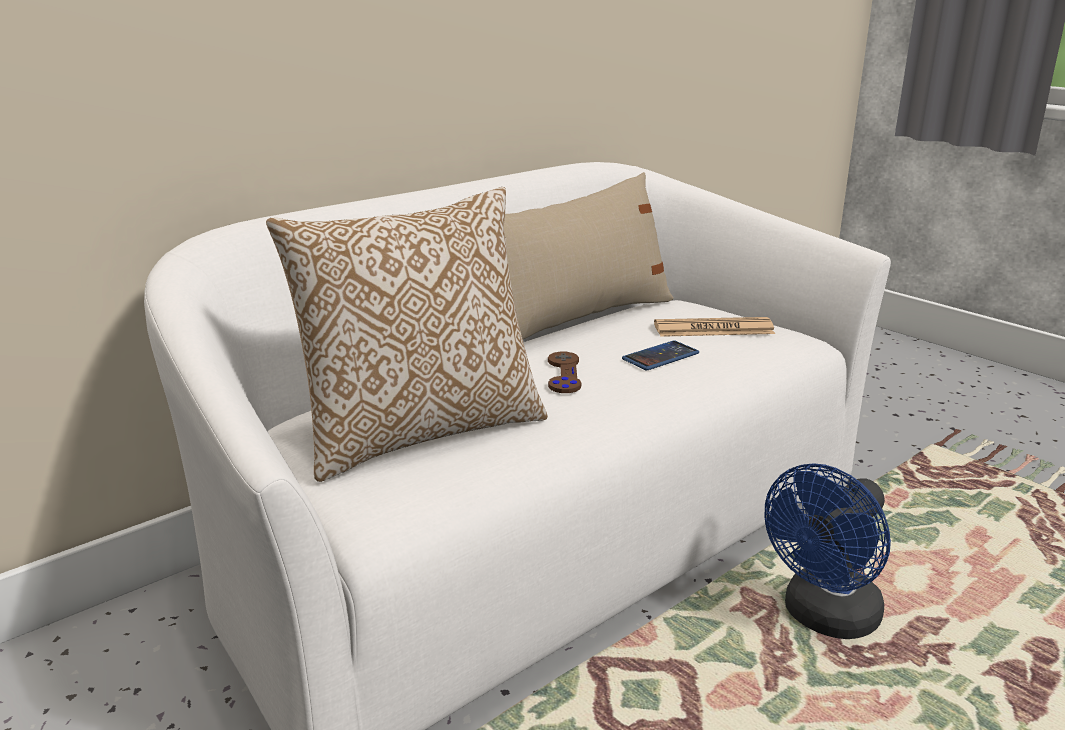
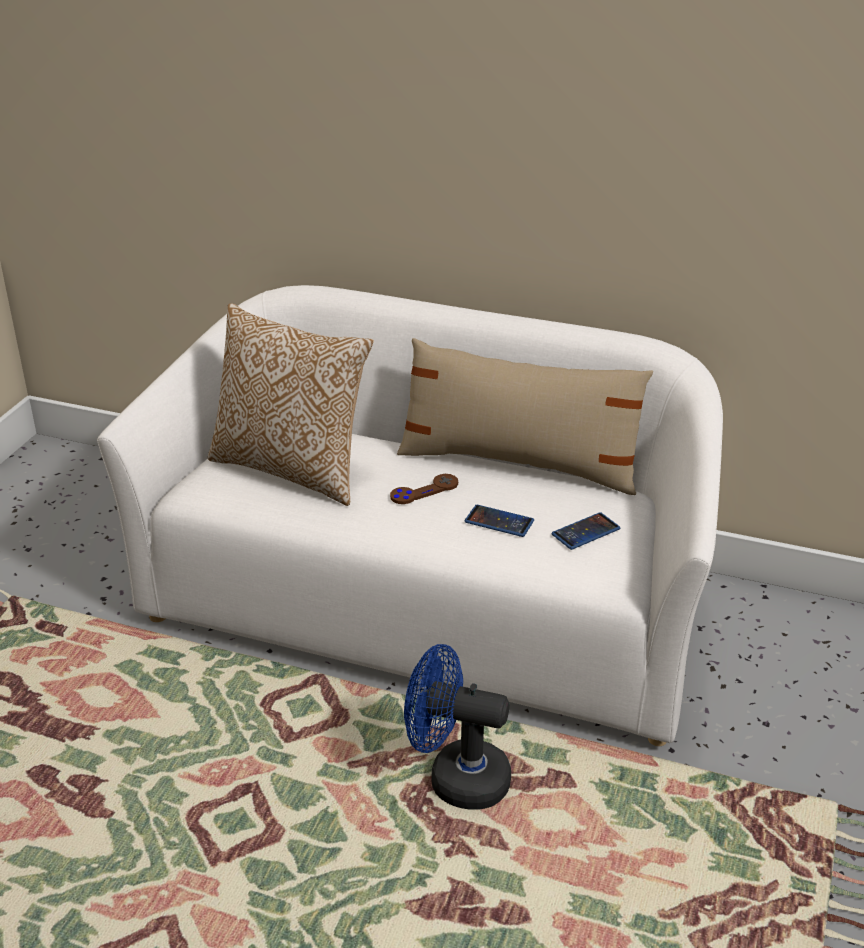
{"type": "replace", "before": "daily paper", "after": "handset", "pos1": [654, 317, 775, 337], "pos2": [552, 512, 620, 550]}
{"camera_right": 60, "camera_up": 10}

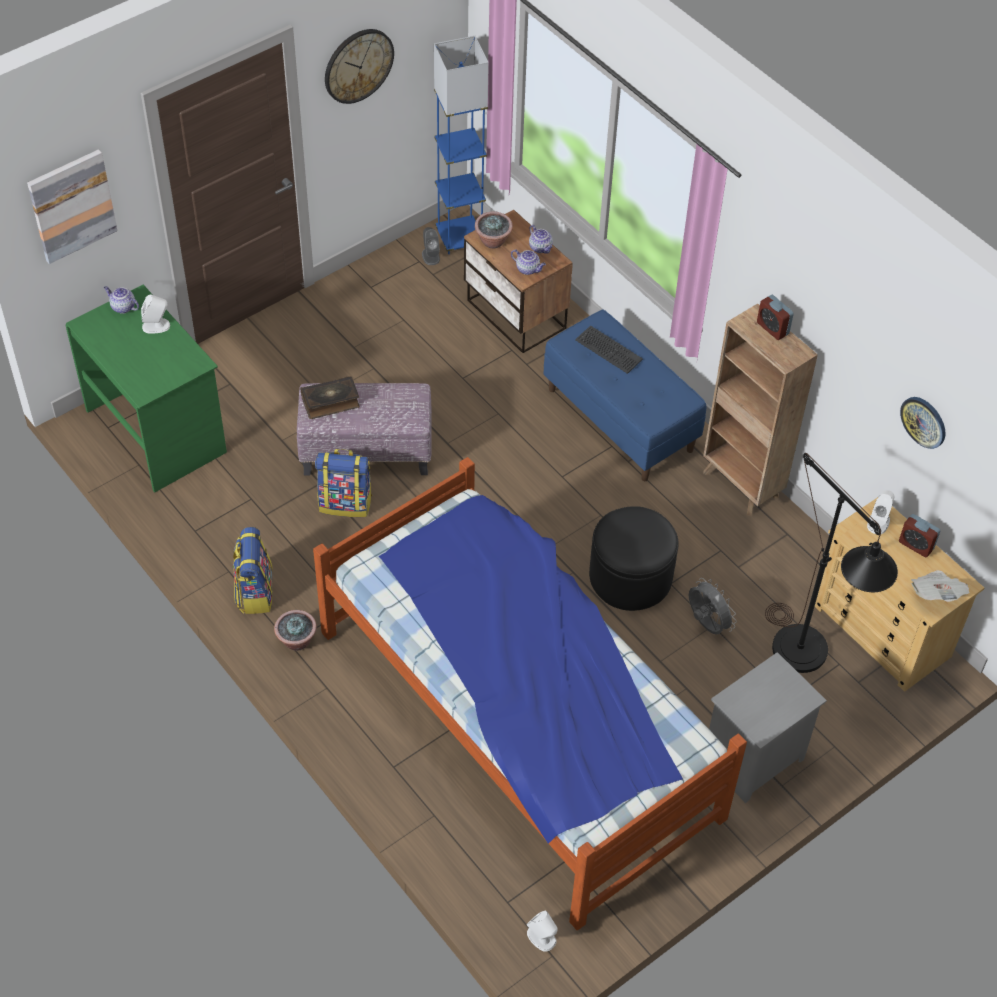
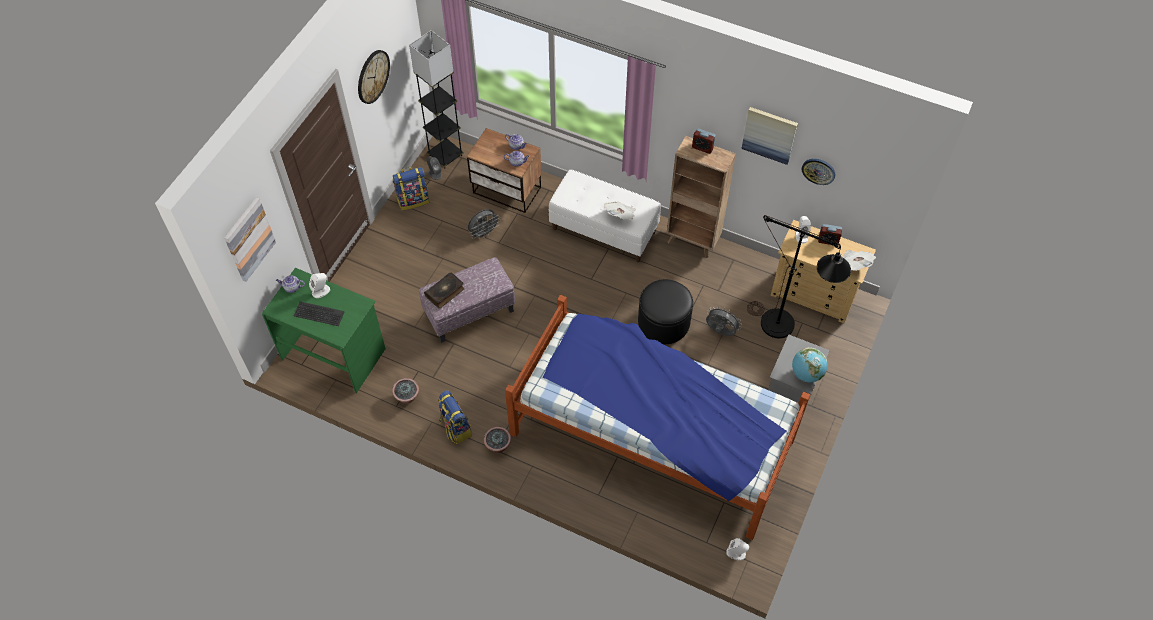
{"type": "recolor", "before": "floor lamp (blue-coloured)", "after": "floor lamp (black)", "pos1": [434, 36, 489, 254], "pos2": [409, 30, 464, 168]}
{"type": "move", "before": "plant in a pot", "pos1": [475, 211, 513, 249], "pos2": [392, 378, 419, 404]}
{"type": "recolor", "before": "indoor bench (blue-coloured)", "after": "indoor bench (whitish)", "pos1": [544, 310, 706, 481], "pos2": [549, 169, 661, 262]}
{"type": "move", "before": "computer keyboard", "pos1": [575, 326, 643, 374], "pos2": [294, 301, 345, 326]}
{"type": "move", "before": "knapsack", "pos1": [315, 449, 372, 517], "pos2": [393, 167, 429, 210]}
{"type": "insert", "after": "picture", "pos2": [741, 107, 798, 165]}
{"type": "insert", "after": "daily paper", "pos2": [604, 201, 636, 219]}
{"type": "insert", "after": "electric fan (gray)", "pos2": [468, 209, 501, 240]}
{"type": "insert", "after": "globe", "pos2": [792, 347, 827, 382]}
{"camera_right": -25, "camera_up": 5}

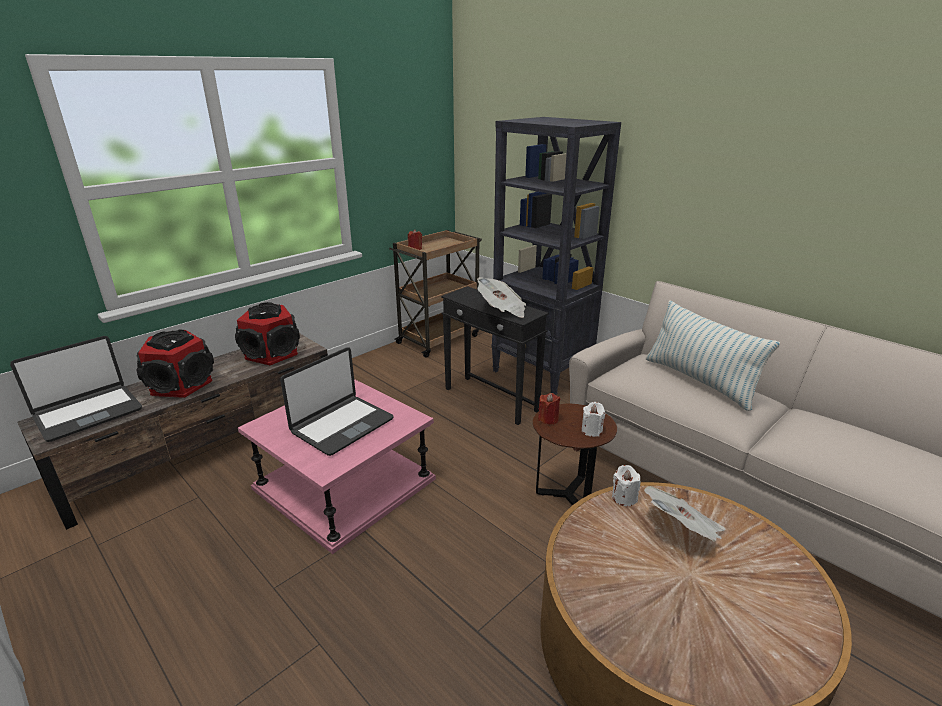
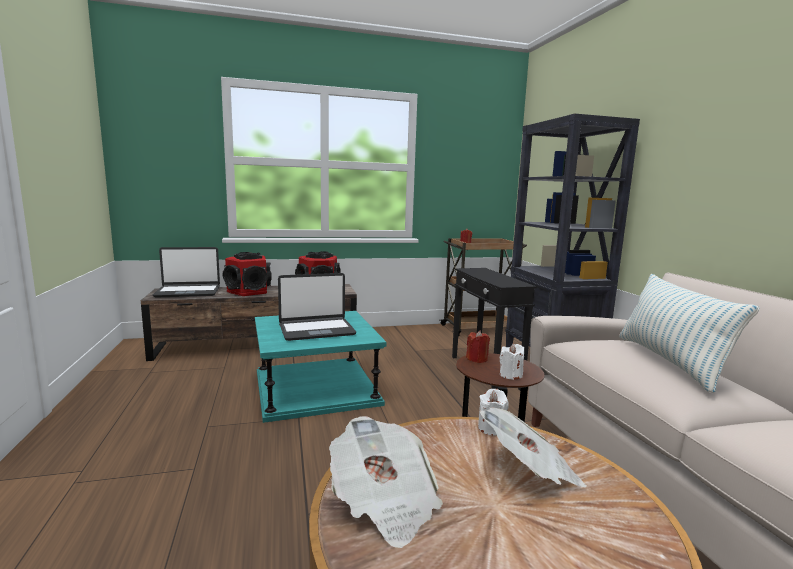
{"type": "move", "before": "daily paper", "pos1": [477, 277, 526, 318], "pos2": [329, 416, 443, 548]}
{"type": "recolor", "before": "end table (pink-coloured)", "after": "end table (turquoise)", "pos1": [238, 379, 436, 554], "pos2": [255, 311, 386, 423]}
{"camera_right": 30, "camera_up": -15}

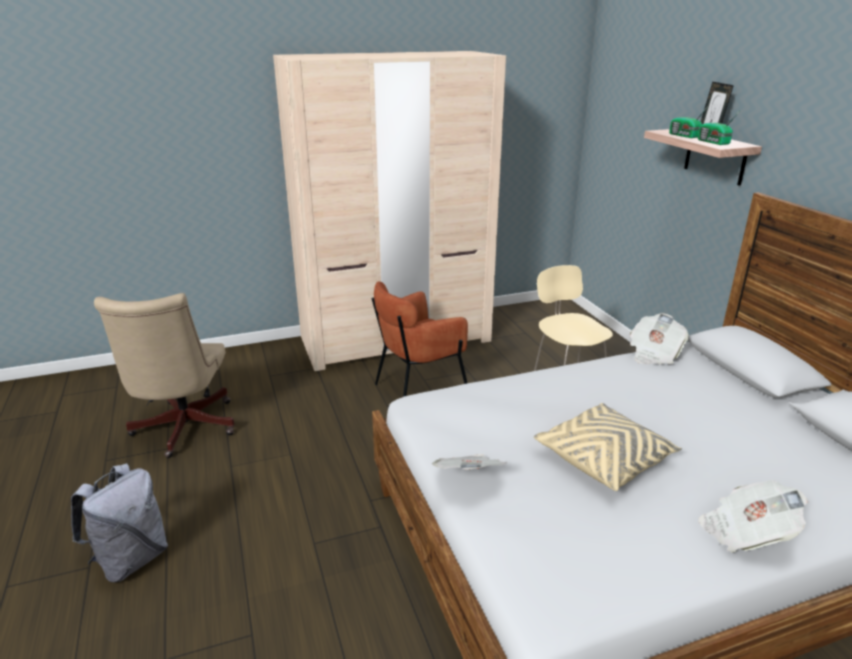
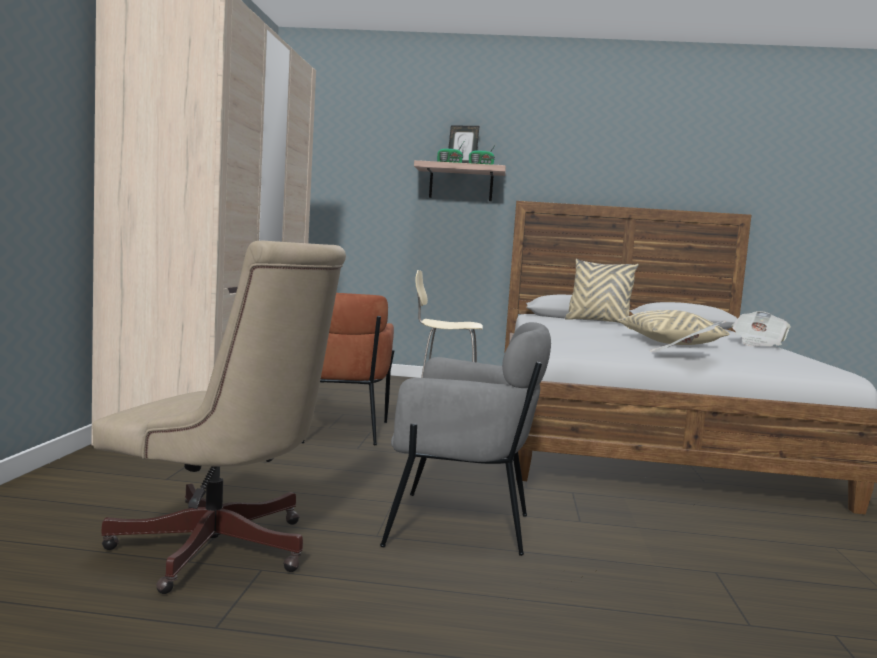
{"type": "delete", "before": "daily paper", "pos1": [630, 313, 689, 365]}
{"type": "delete", "before": "knapsack (gray)", "pos1": [71, 463, 168, 583]}
{"type": "insert", "after": "cushion (beige)", "pos2": [565, 259, 639, 323]}
{"type": "insert", "after": "armchair (gray)", "pos2": [380, 322, 551, 556]}
{"camera_right": -65, "camera_up": -20}

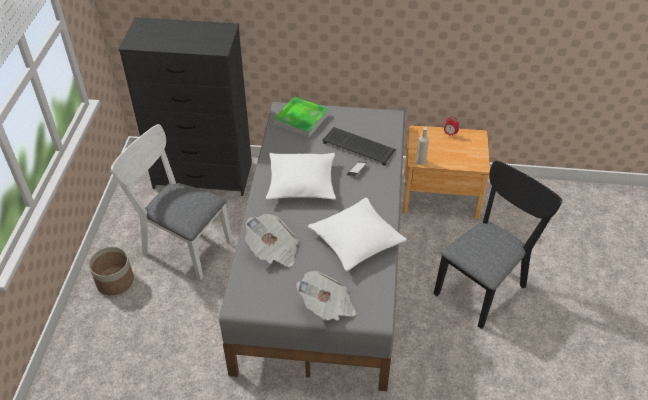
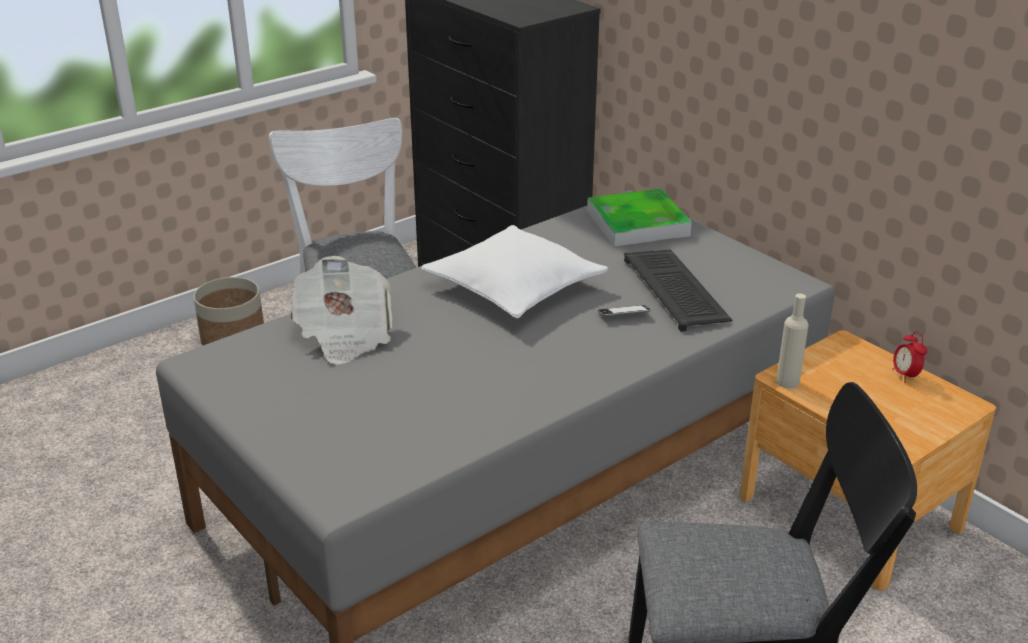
{"type": "delete", "before": "cushion (whitish)", "pos1": [308, 197, 407, 271]}
{"type": "delete", "before": "daily paper", "pos1": [296, 271, 356, 321]}
{"camera_right": 45, "camera_up": -15}

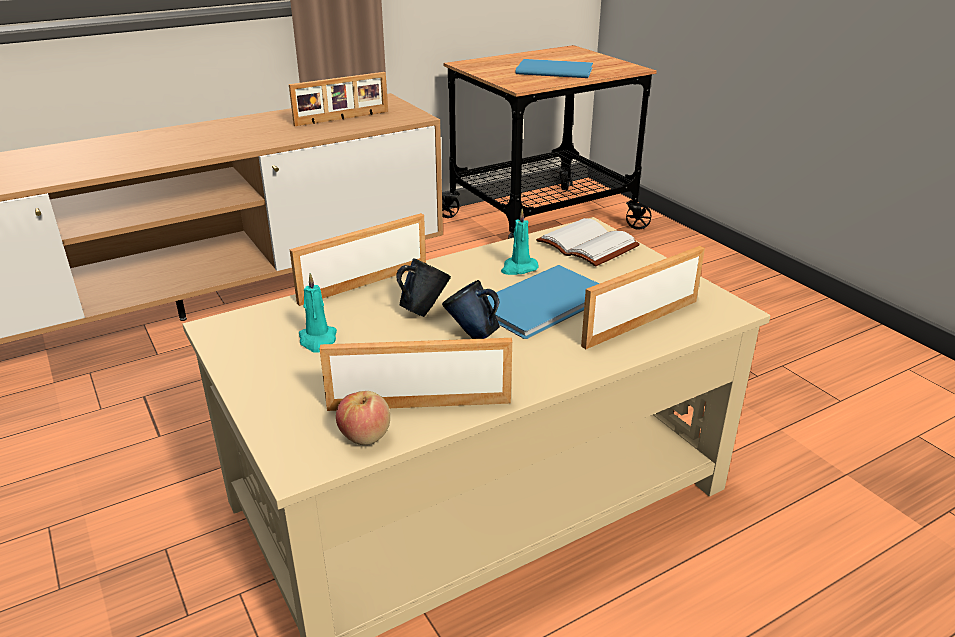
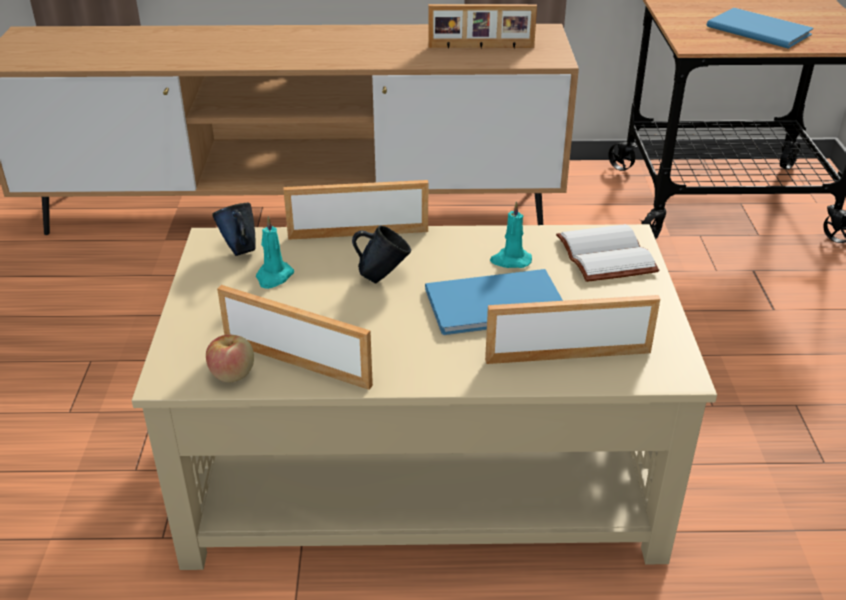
{"type": "move", "before": "mug (blue-coloured)", "pos1": [442, 280, 500, 339], "pos2": [212, 203, 256, 256]}
{"camera_right": 30, "camera_up": 5}

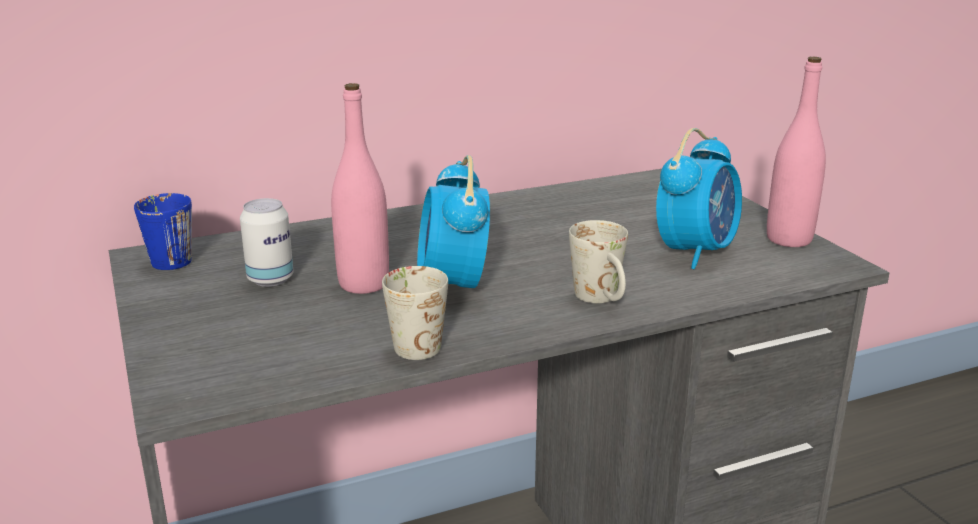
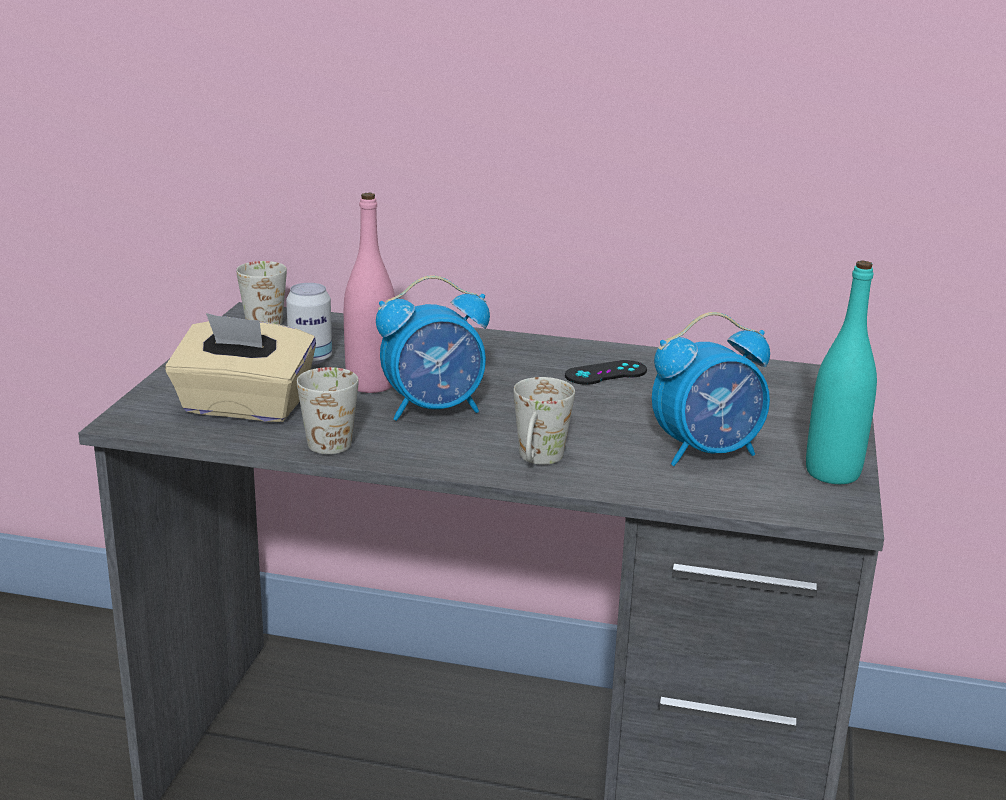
{"type": "recolor", "before": "bottle (pink-coloured)", "after": "bottle (turquoise)", "pos1": [767, 57, 826, 247], "pos2": [806, 260, 877, 484]}
{"type": "rotate", "before": "bedside clock", "pos1": [417, 155, 490, 288], "pos2": [376, 275, 490, 421], "turn": -135}
{"type": "recolor", "before": "mug (blue-coloured)", "after": "mug (whitish)", "pos1": [134, 193, 192, 270], "pos2": [236, 261, 287, 325]}
{"type": "insert", "after": "tissue holder (beige)", "pos2": [165, 313, 316, 422]}
{"type": "insert", "after": "gamepad (black)", "pos2": [565, 360, 647, 385]}
{"camera_right": 35, "camera_up": 0}

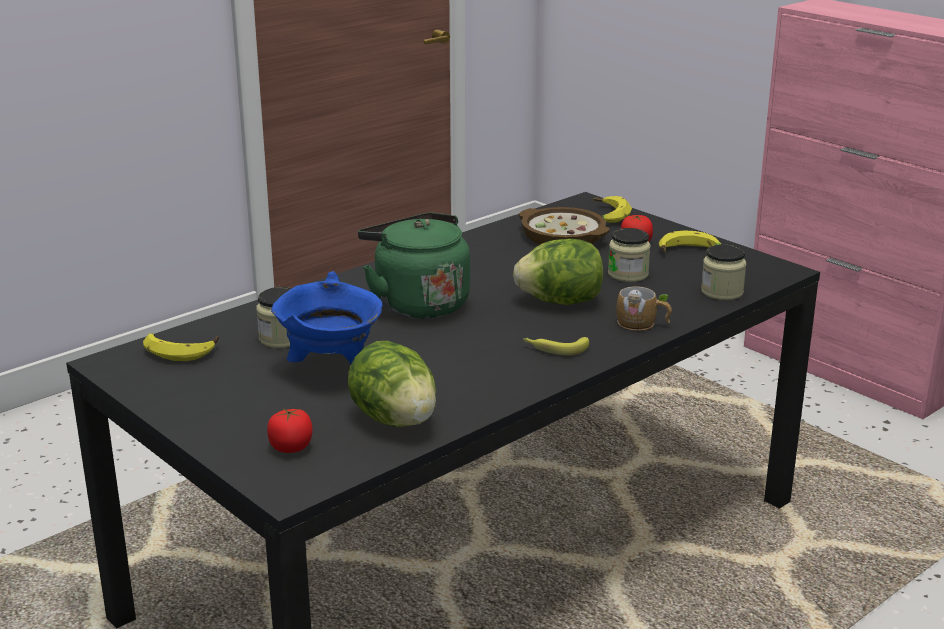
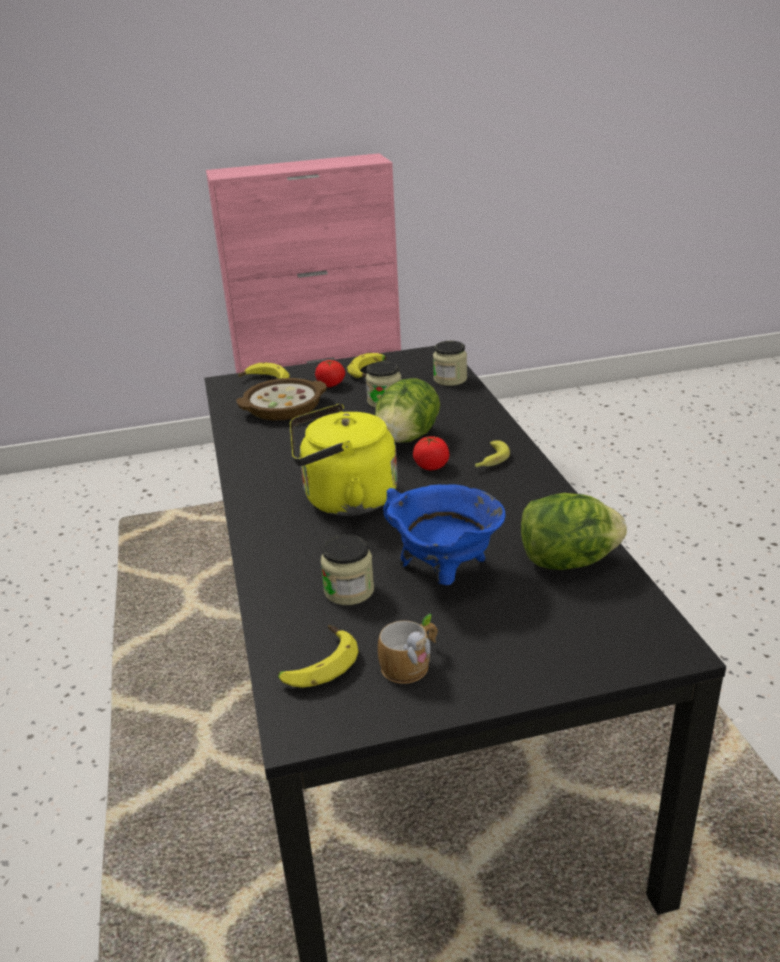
{"type": "recolor", "before": "kettle (greenish)", "after": "kettle (yellowish)", "pos1": [358, 212, 470, 319], "pos2": [290, 404, 398, 516]}
{"type": "move", "before": "mug", "pos1": [616, 286, 672, 330], "pos2": [378, 614, 438, 684]}
{"type": "move", "before": "fresh tomato", "pos1": [267, 409, 313, 453], "pos2": [413, 436, 449, 470]}
{"camera_right": -60, "camera_up": 5}

